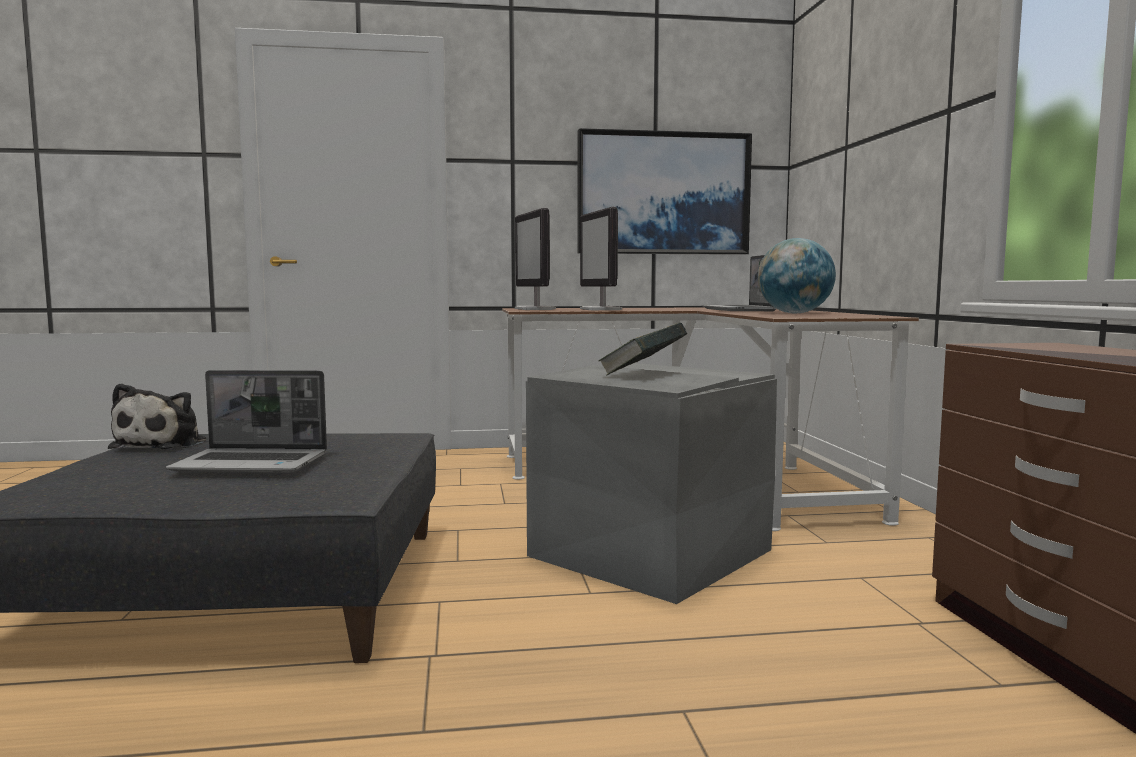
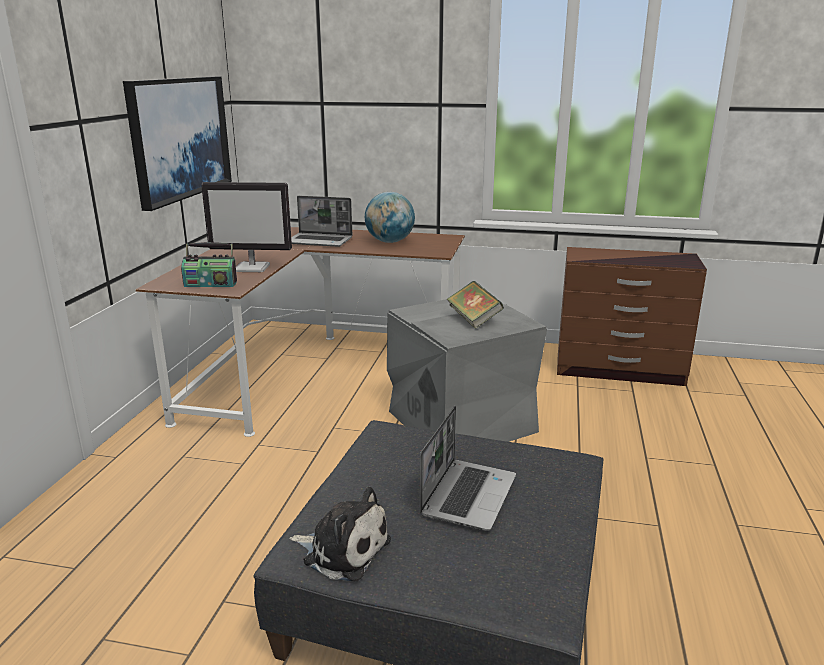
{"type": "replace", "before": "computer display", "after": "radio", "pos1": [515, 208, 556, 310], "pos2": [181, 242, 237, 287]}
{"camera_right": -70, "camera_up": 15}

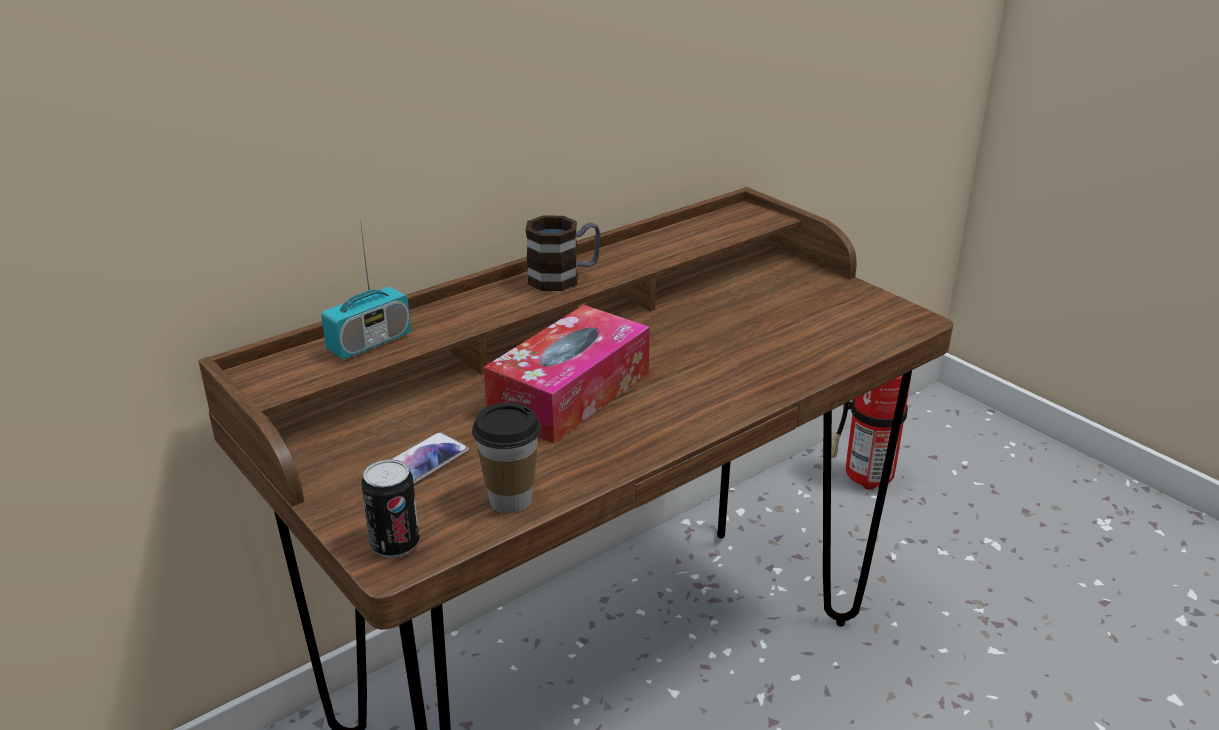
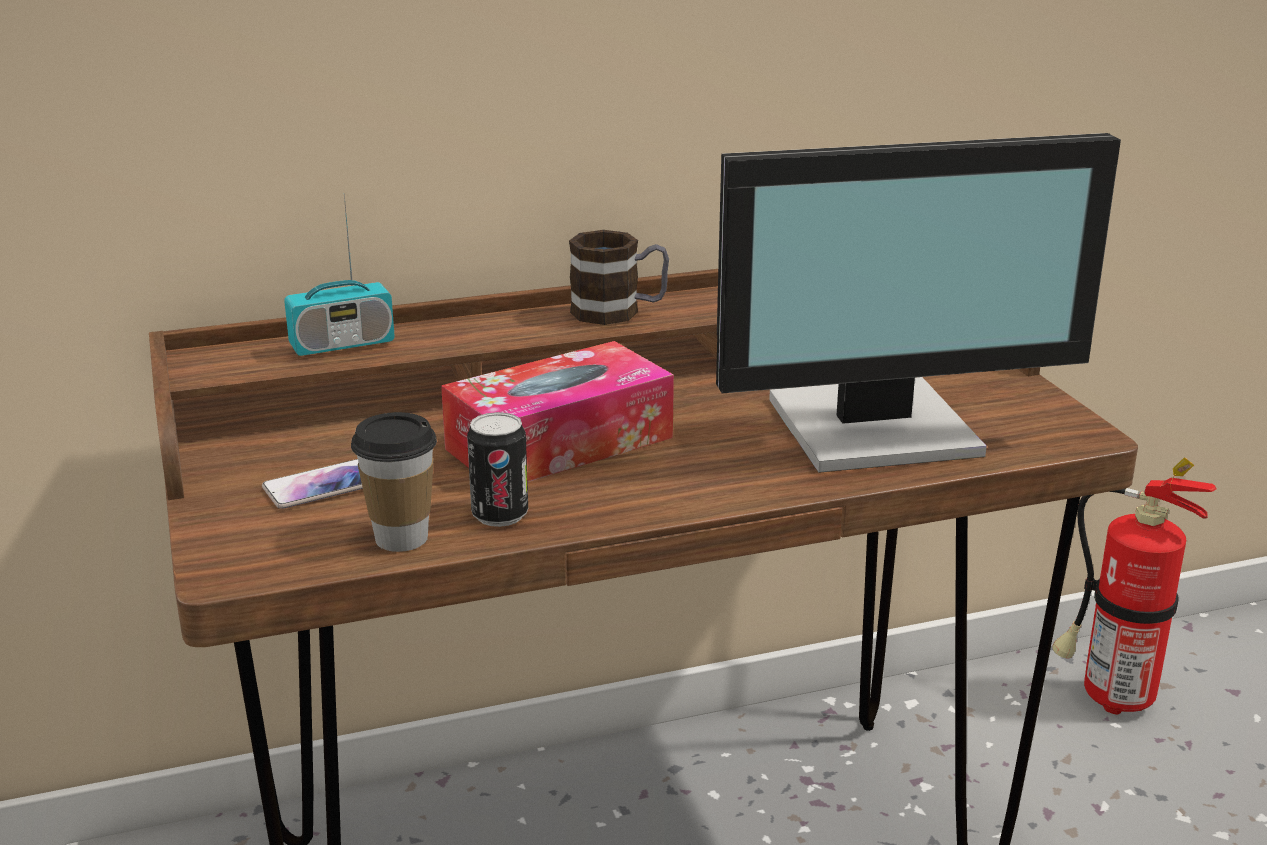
{"type": "move", "before": "sealed can", "pos1": [361, 459, 420, 558], "pos2": [467, 412, 528, 527]}
{"type": "insert", "after": "computer display", "pos2": [716, 133, 1121, 473]}
{"camera_right": 20, "camera_up": -5}

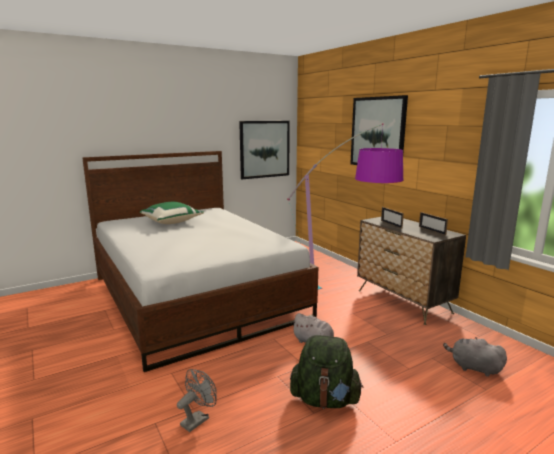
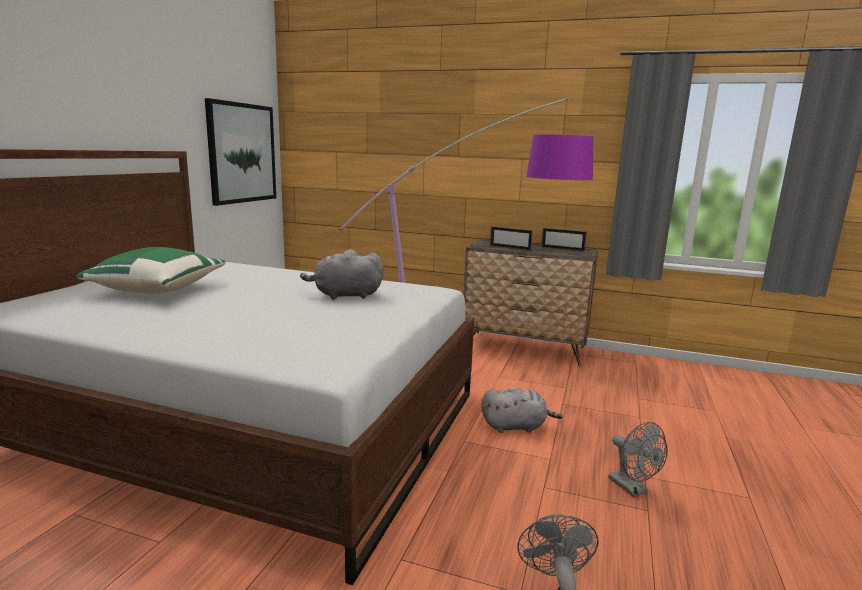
{"type": "delete", "before": "picture", "pos1": [350, 95, 408, 165]}
{"type": "replace", "before": "knapsack (greenish)", "after": "electric fan (gray)", "pos1": [290, 335, 363, 409], "pos2": [609, 422, 668, 497]}
{"type": "move", "before": "plush toy (gray)", "pos1": [443, 337, 507, 377], "pos2": [300, 249, 384, 300]}
{"camera_right": -40, "camera_up": 0}

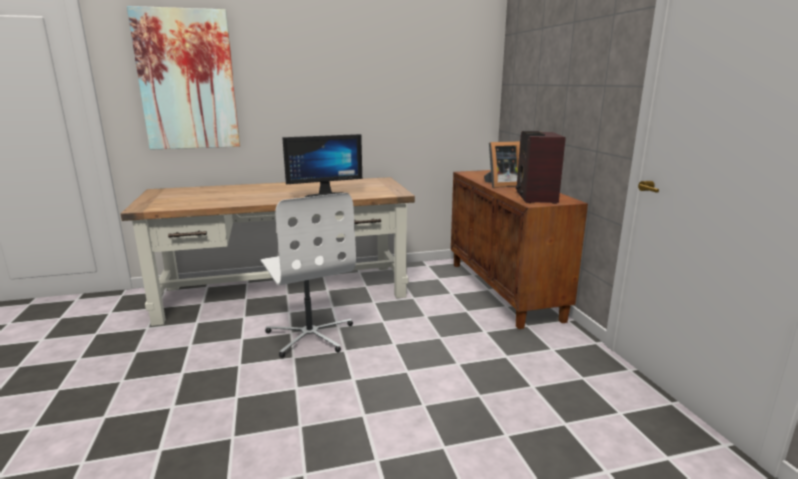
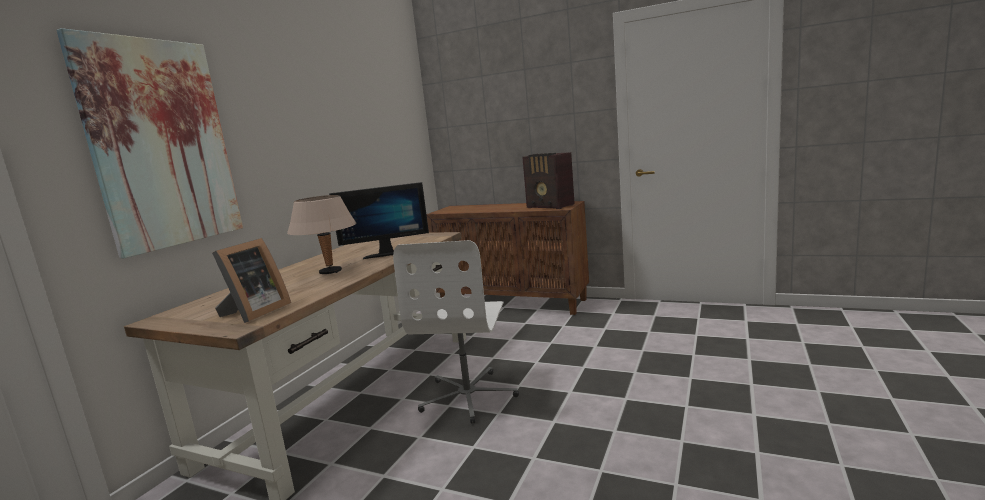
{"type": "rotate", "before": "computer display", "pos1": [282, 134, 362, 197], "pos2": [329, 182, 429, 259], "turn": 60}
{"type": "move", "before": "photo frame", "pos1": [484, 141, 520, 188], "pos2": [212, 238, 291, 323]}
{"type": "rotate", "before": "computer chair (whitish)", "pos1": [261, 193, 356, 358], "pos2": [393, 240, 519, 424], "turn": 90}
{"type": "insert", "after": "lamp for a table (beige)", "pos2": [287, 195, 356, 274]}
{"camera_right": -50, "camera_up": -5}

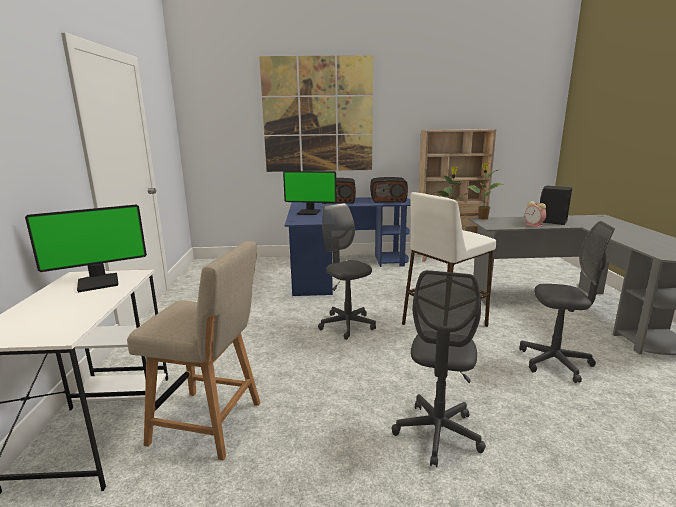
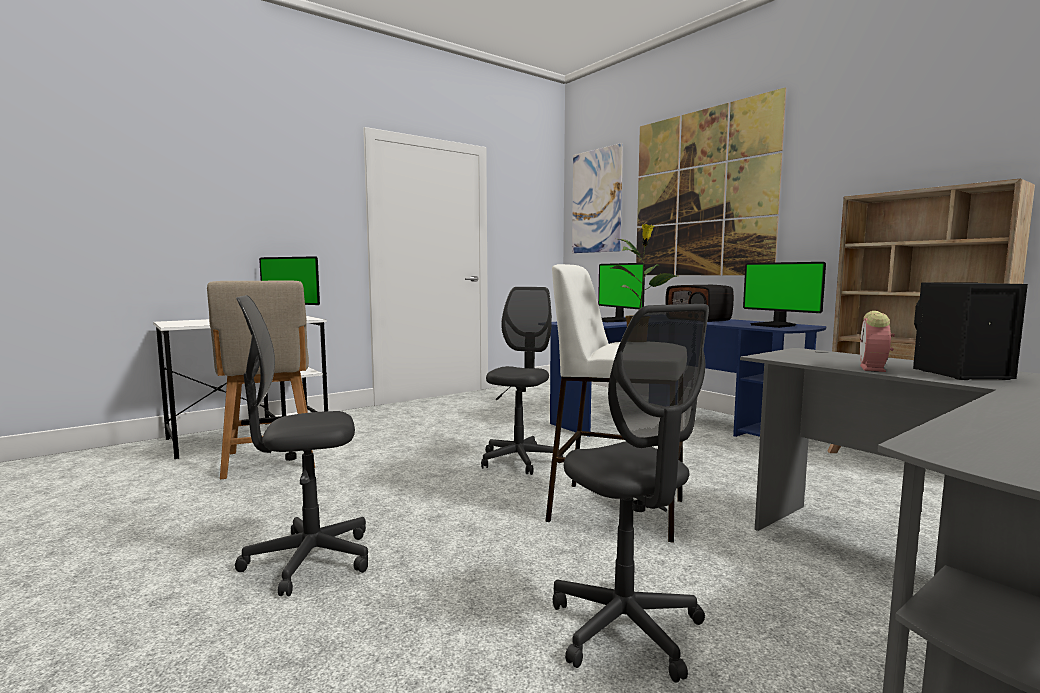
{"type": "delete", "before": "plant in a pot", "pos1": [468, 163, 504, 220]}
{"type": "replace", "before": "radio", "after": "computer display", "pos1": [370, 177, 408, 203], "pos2": [743, 262, 826, 328]}
{"type": "insert", "after": "picture", "pos2": [572, 143, 623, 253]}
{"camera_right": 55, "camera_up": -10}

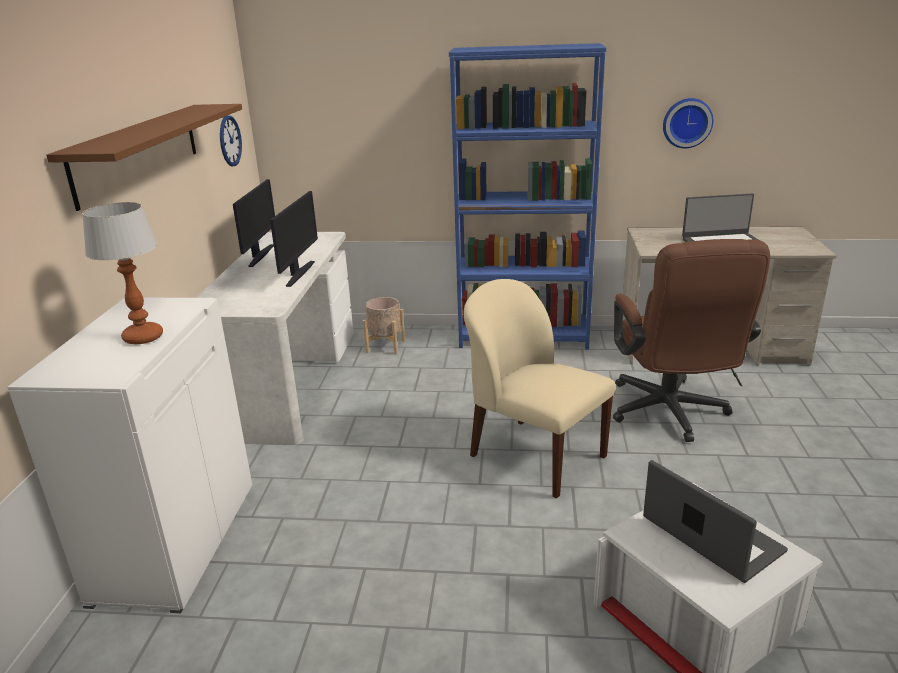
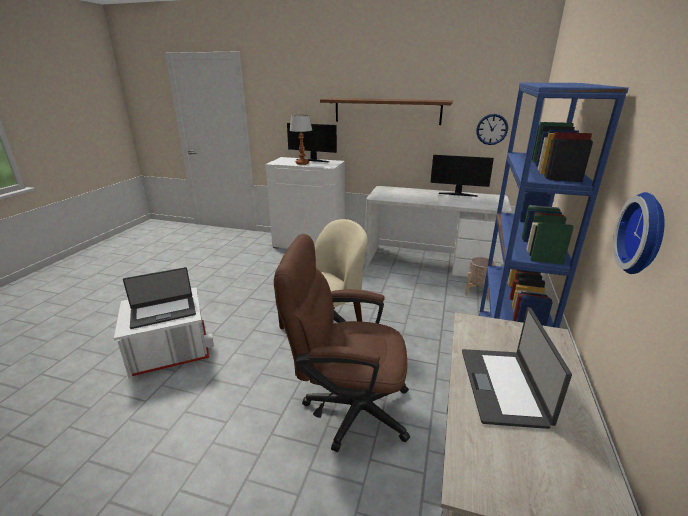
{"type": "move", "before": "computer display", "pos1": [270, 191, 318, 287], "pos2": [287, 123, 337, 162]}
{"camera_right": 100, "camera_up": 0}

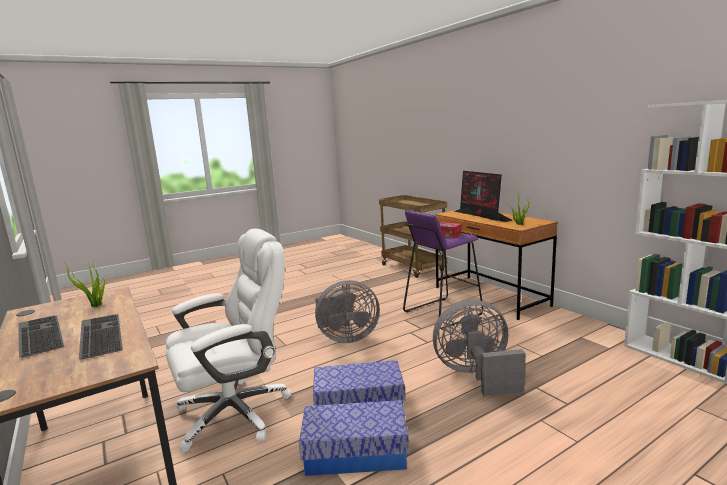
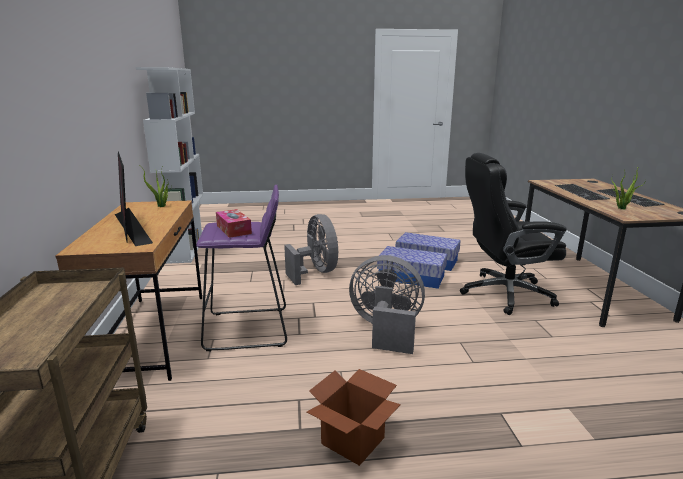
{"type": "rotate", "before": "computer display", "pos1": [454, 171, 513, 222], "pos2": [115, 152, 153, 246], "turn": 150}
{"type": "recolor", "before": "computer chair (whitish)", "after": "computer chair (black)", "pos1": [166, 229, 292, 452], "pos2": [460, 153, 567, 315]}
{"type": "rotate", "before": "electric fan (gray)", "pos1": [433, 300, 526, 396], "pos2": [284, 214, 338, 285], "turn": -135}
{"type": "insert", "after": "carton", "pos2": [307, 369, 401, 466]}
{"camera_right": -155, "camera_up": 5}

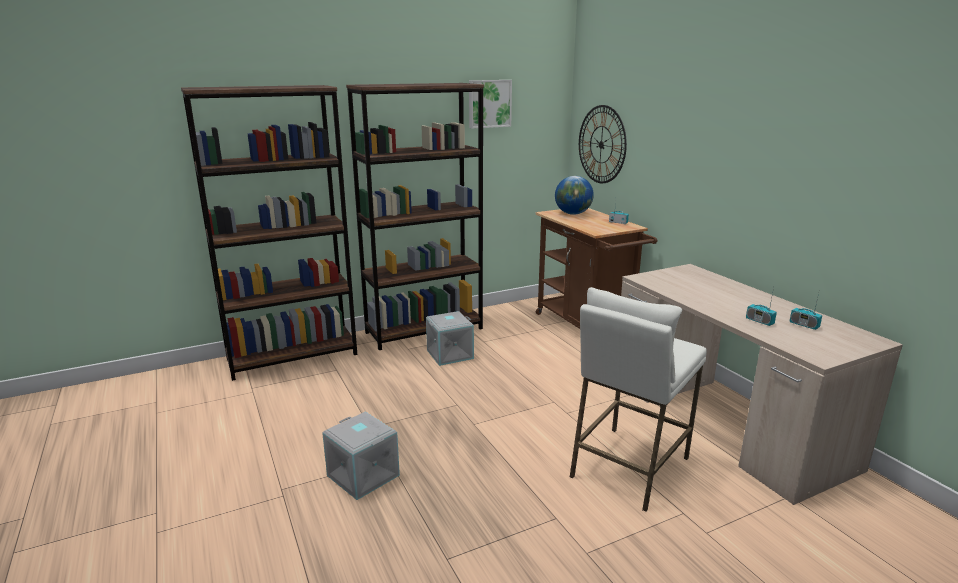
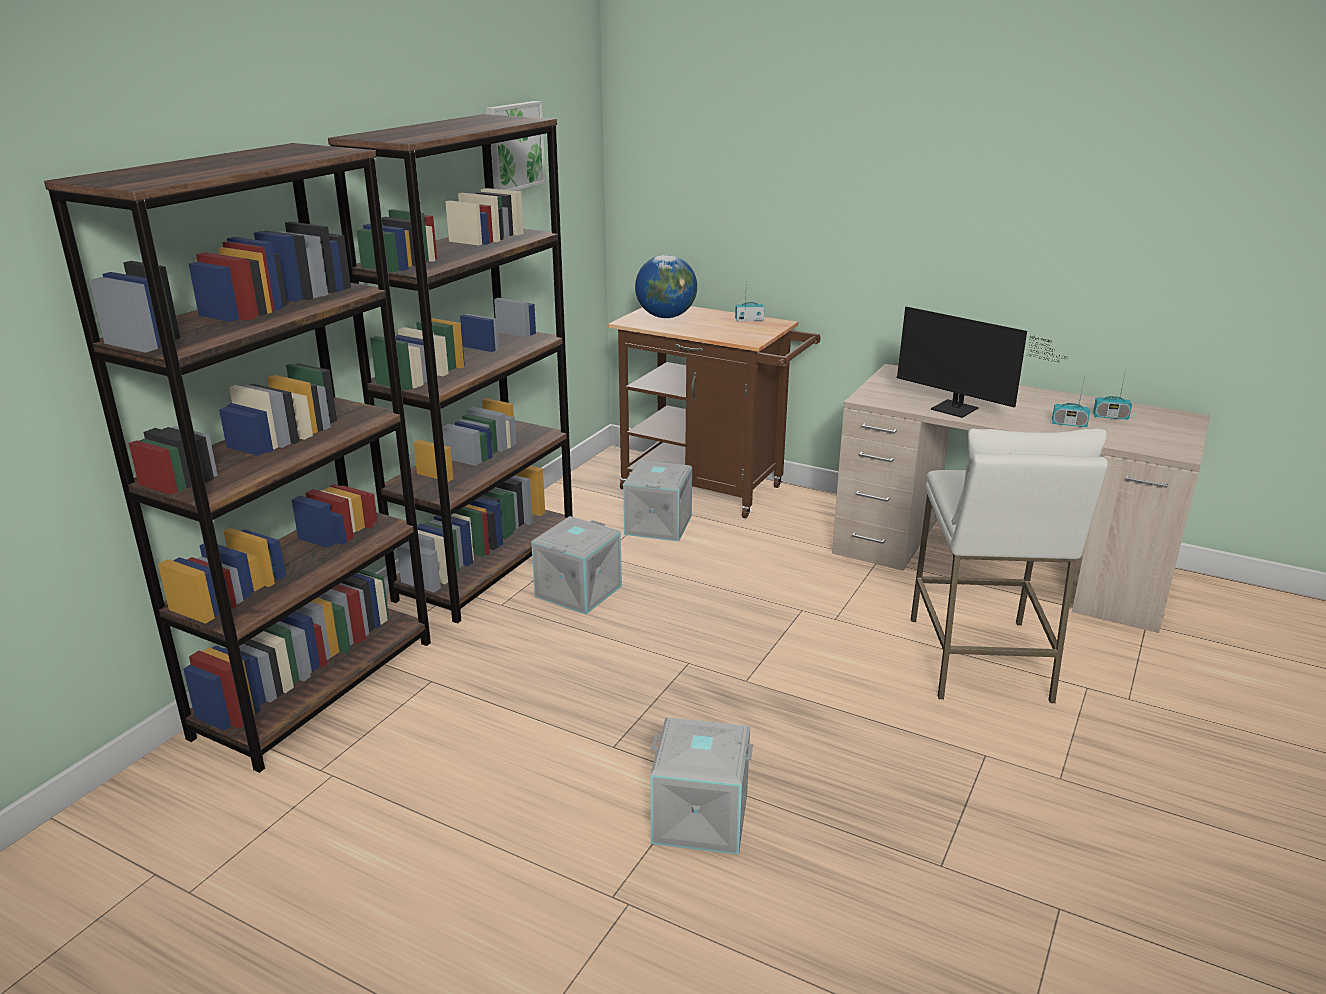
{"type": "delete", "before": "clock on the wall", "pos1": [579, 105, 627, 183]}
{"type": "insert", "after": "computer display", "pos2": [897, 306, 1066, 418]}
{"type": "insert", "after": "storage container (gray)", "pos2": [623, 460, 692, 542]}
{"camera_right": -35, "camera_up": 5}

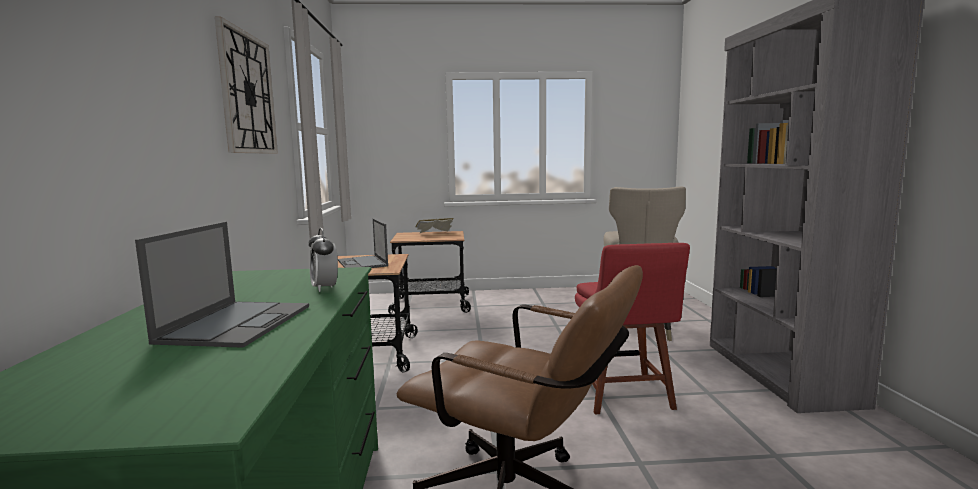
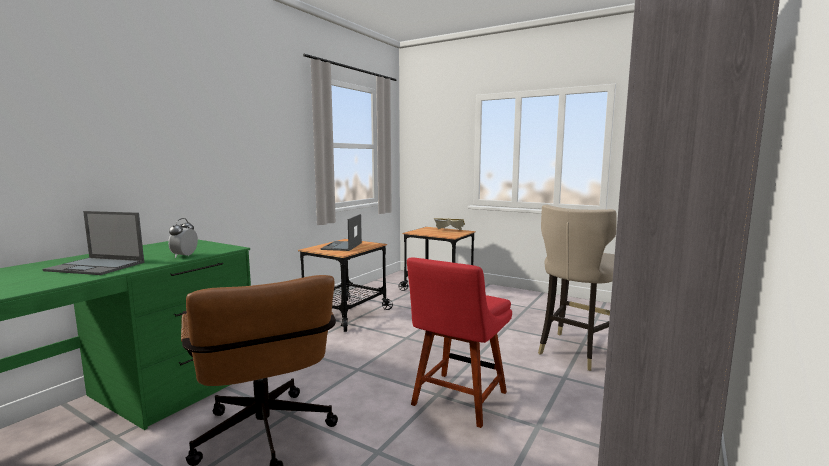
{"type": "delete", "before": "clock on the wall", "pos1": [215, 17, 278, 154]}
{"type": "rotate", "before": "laptop", "pos1": [135, 222, 309, 348], "pos2": [42, 211, 144, 275], "turn": 60}
{"camera_right": 35, "camera_up": 0}

